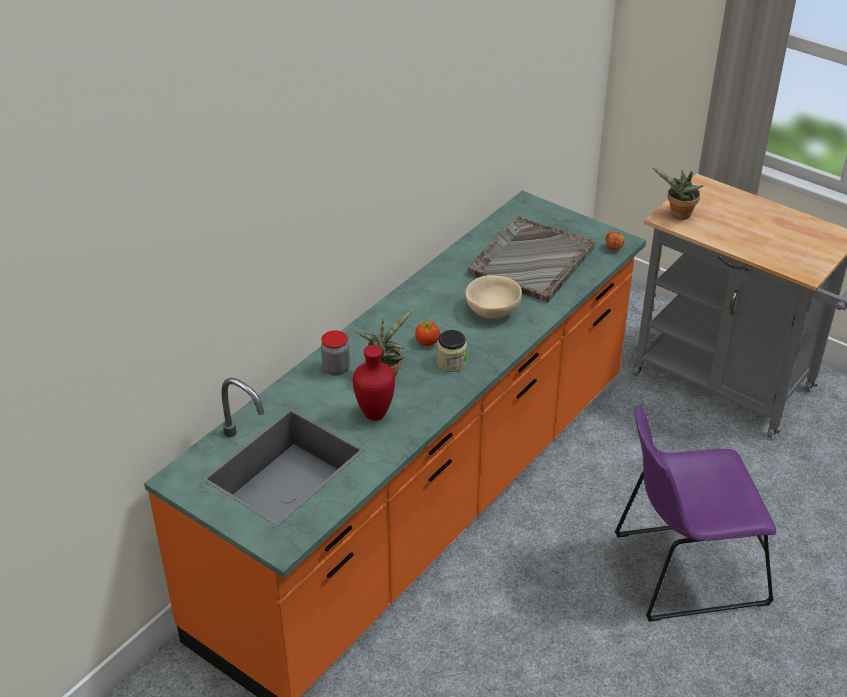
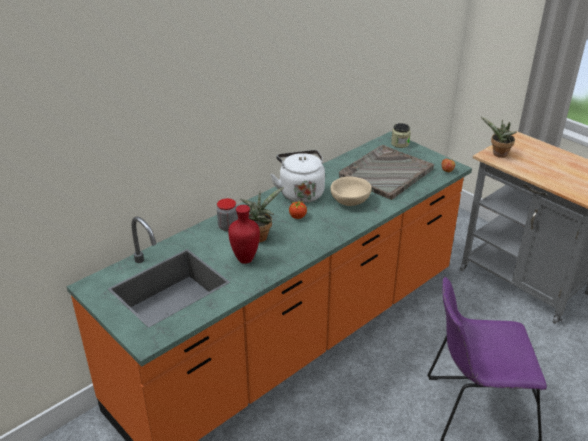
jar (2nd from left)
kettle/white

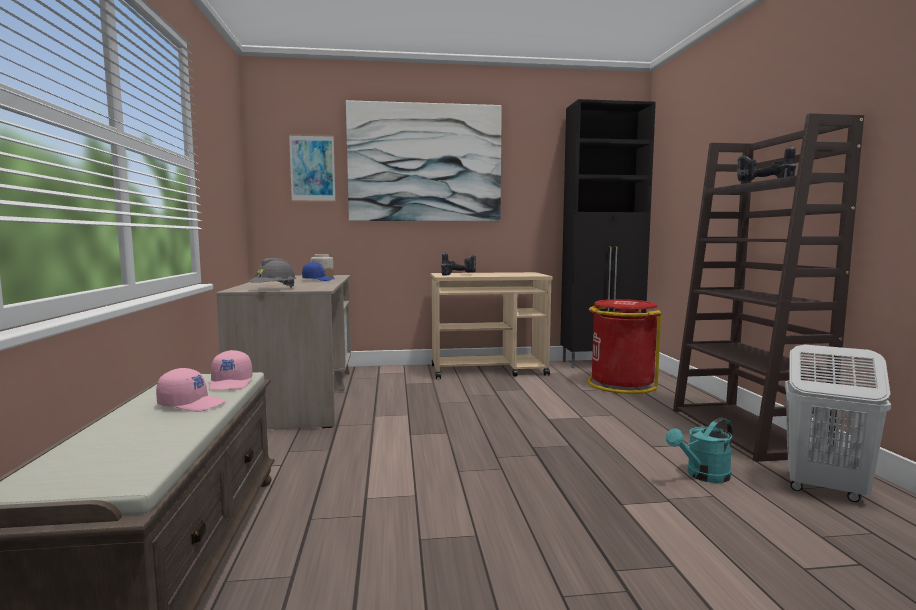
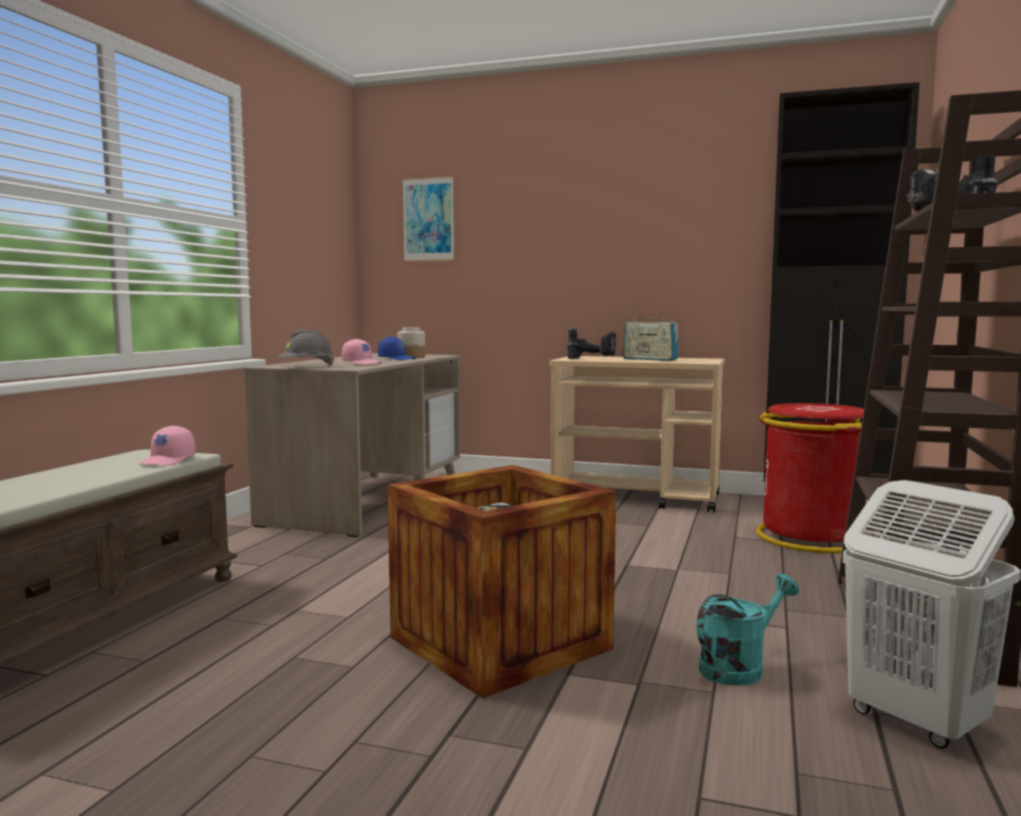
cap/pink (2nd from left)
picture (2nd from left in the first image)
watering can/turquoise
crate
radio

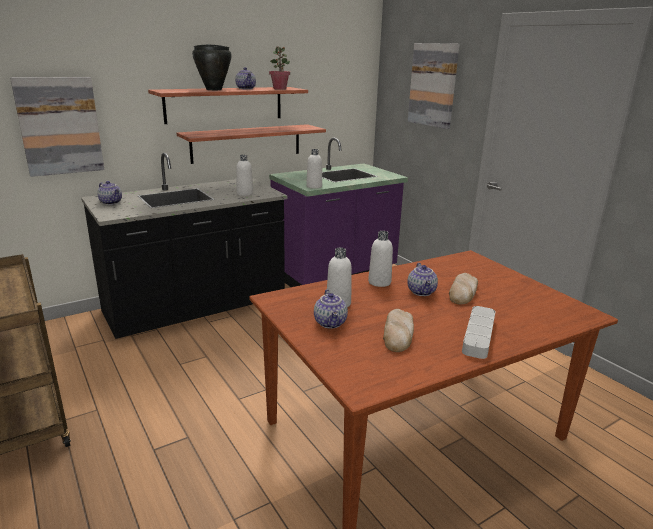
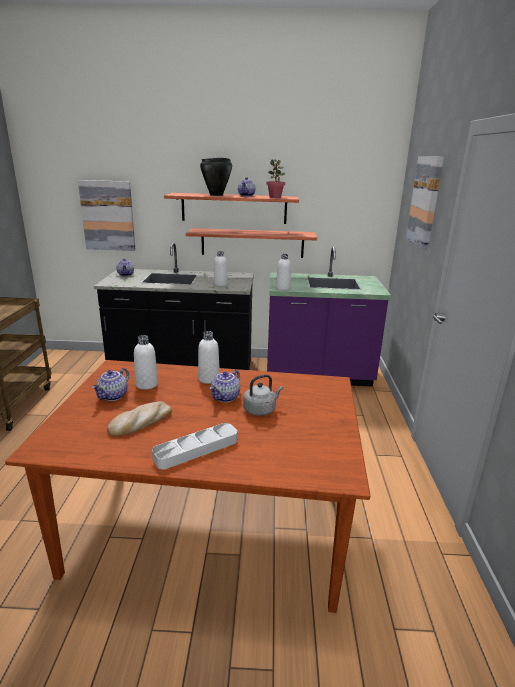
kettle/grey

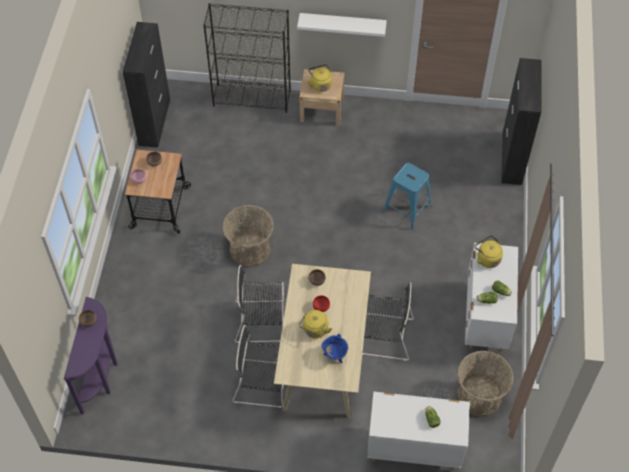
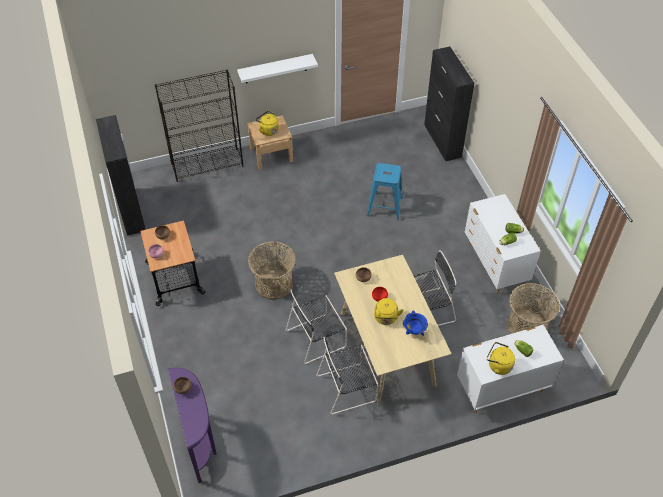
kettle/yellow (3rd from left)

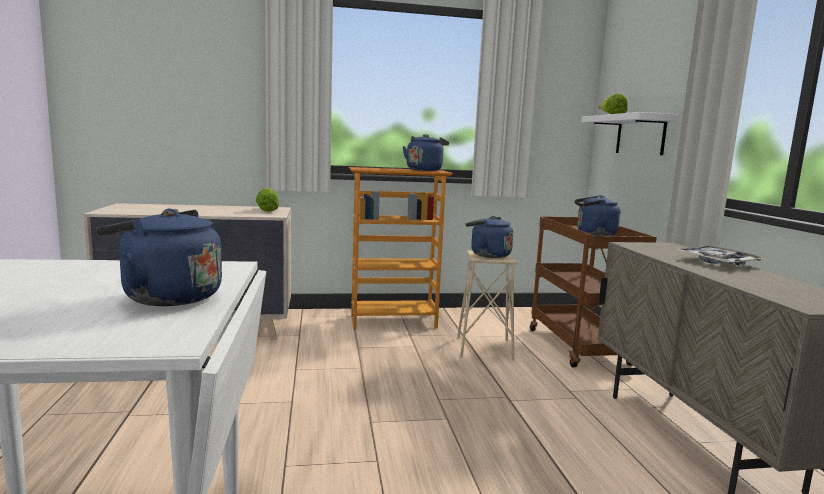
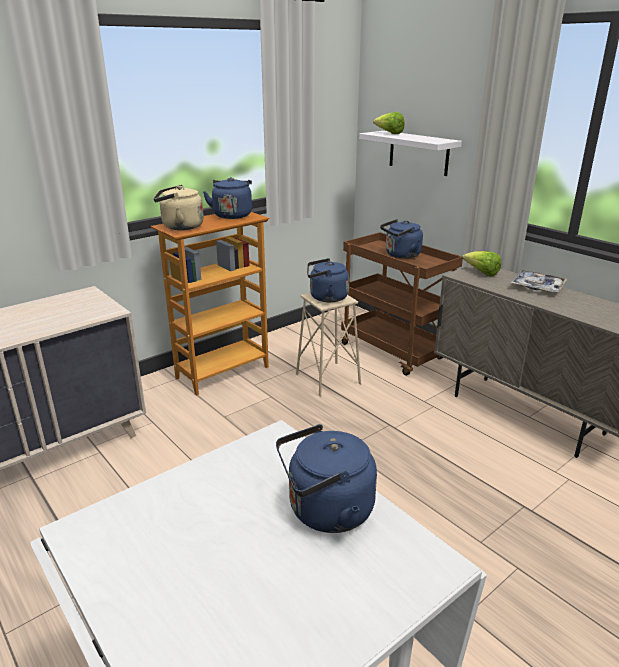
lettuce (2nd from left)
kettle/beige

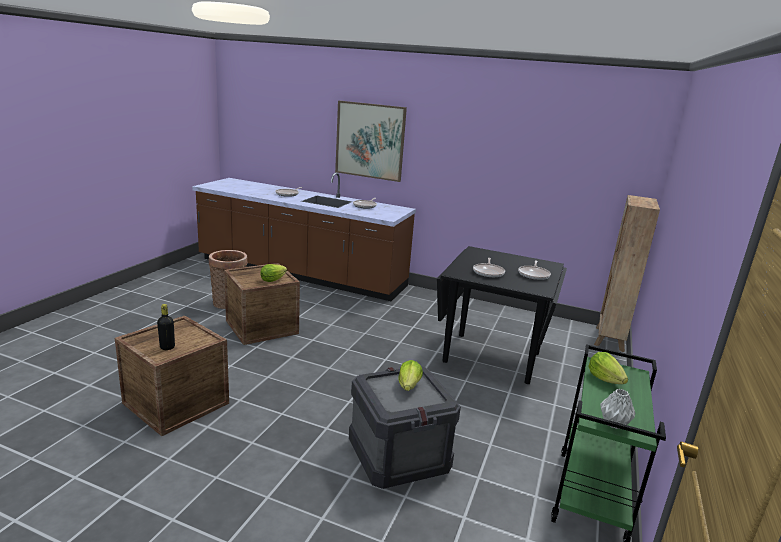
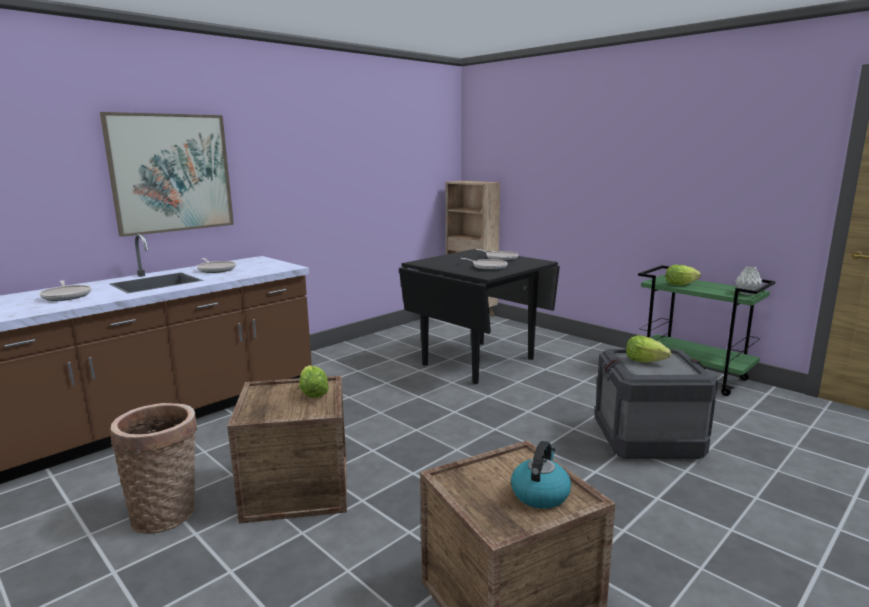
kettle

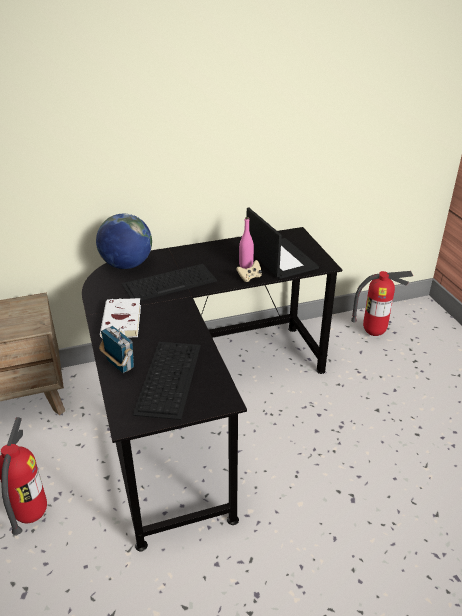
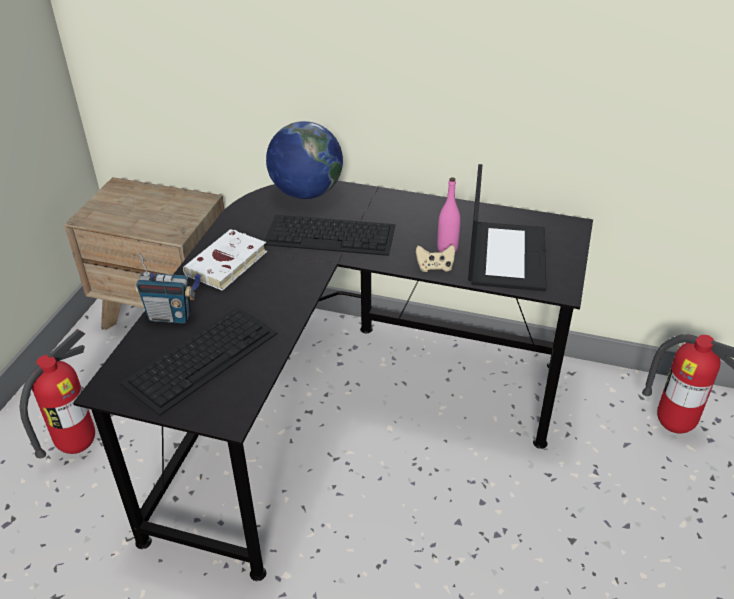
radio

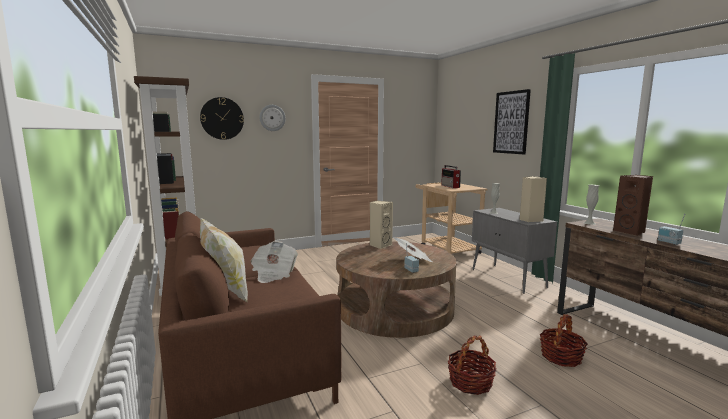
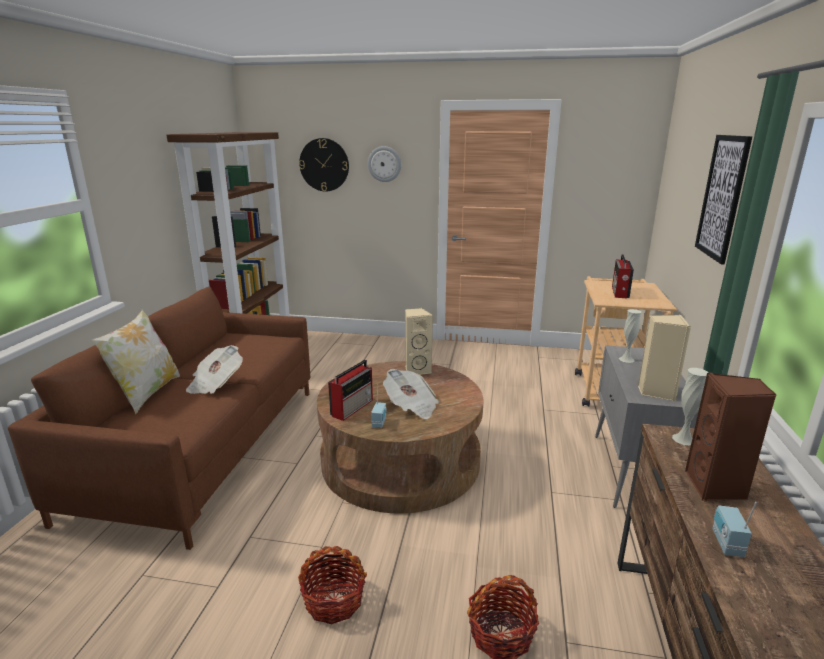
radio (1st from left)

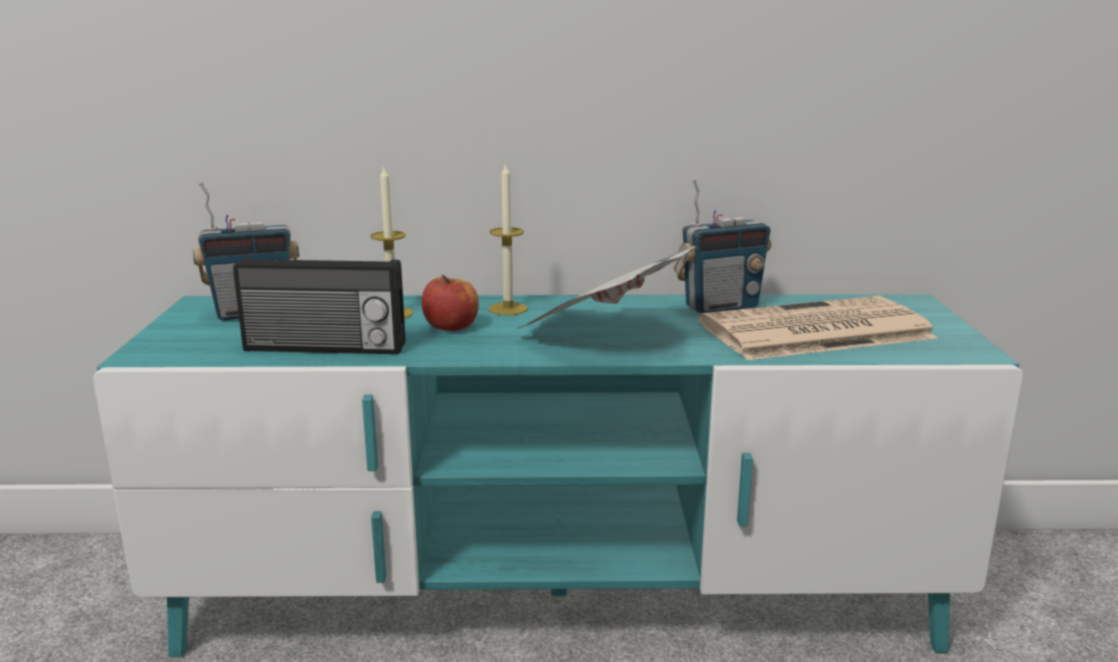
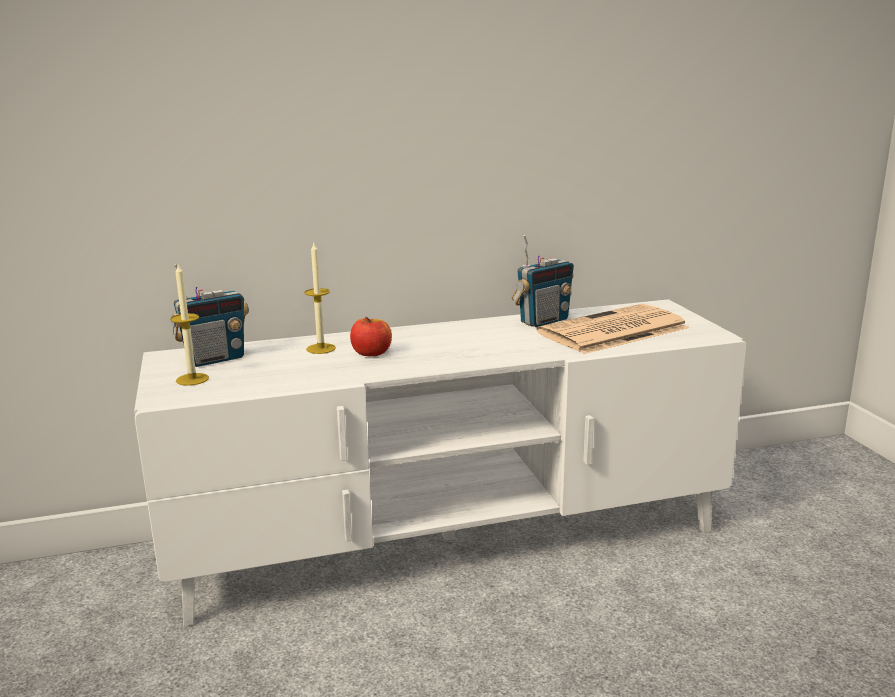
tv stand/white
radio (2nd from left in the first image)
candle (1st from left)
newspaper (1st from left in the first image)

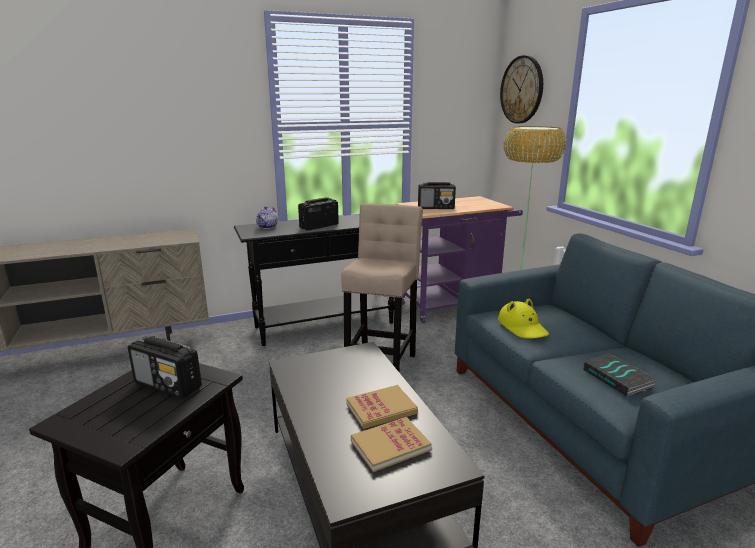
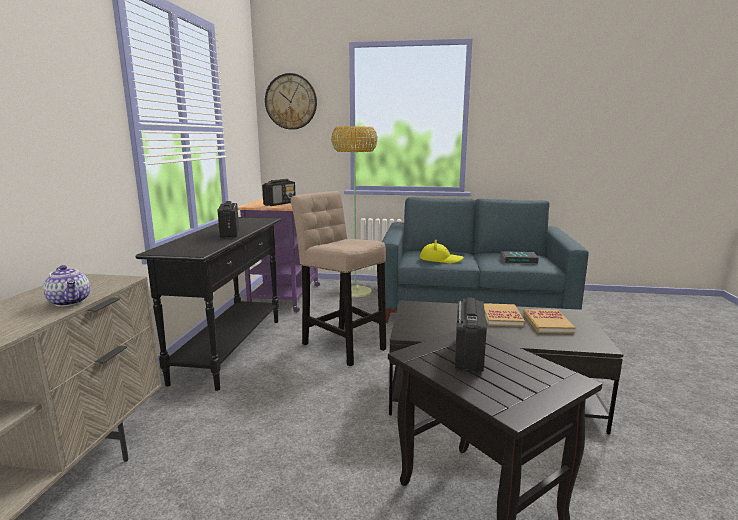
radio (3rd from left)
teapot

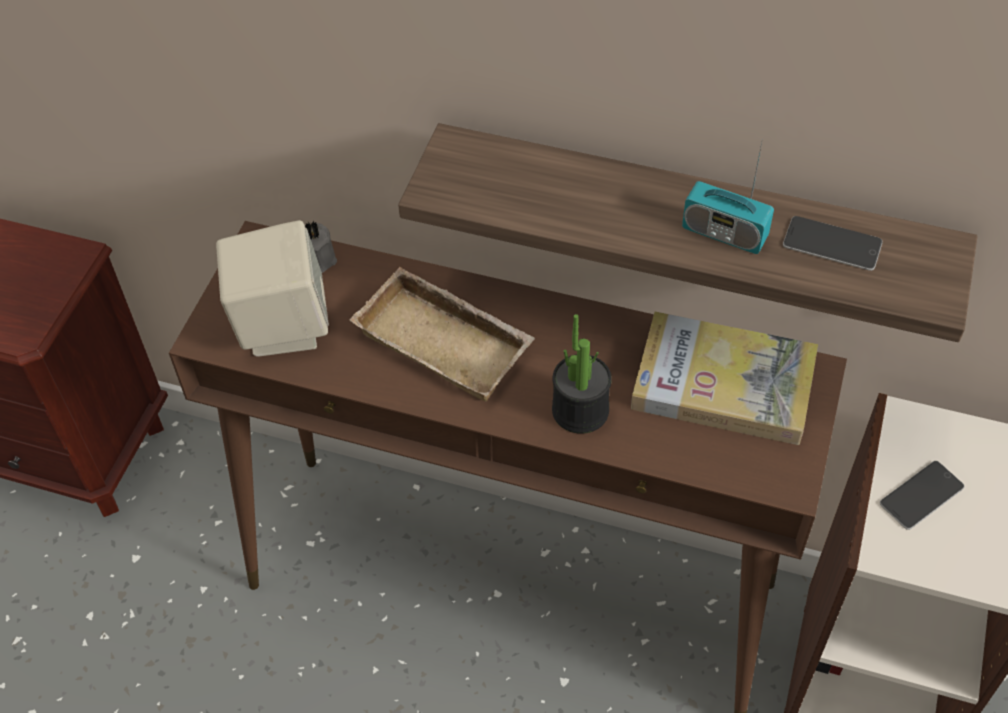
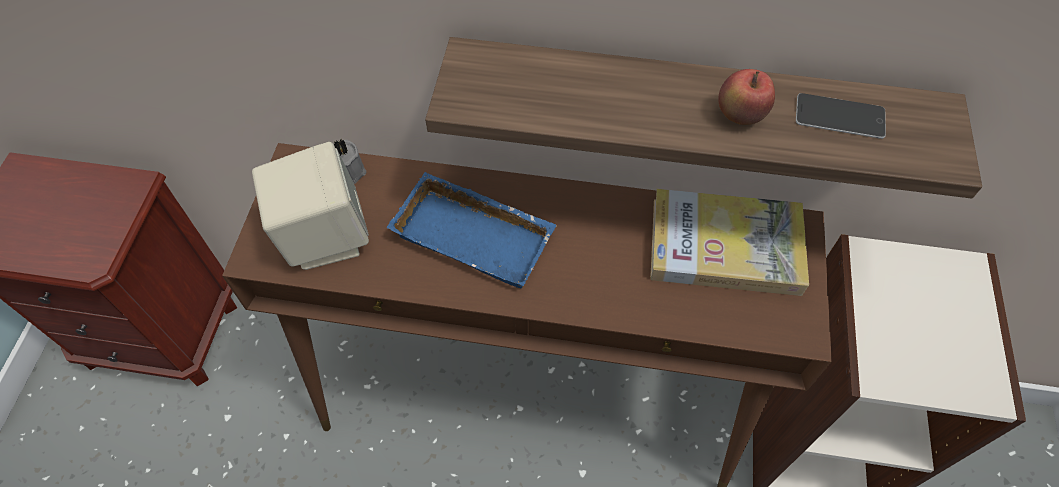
tray/blue
potted plant
apple
phone (2nd from left in the first image)

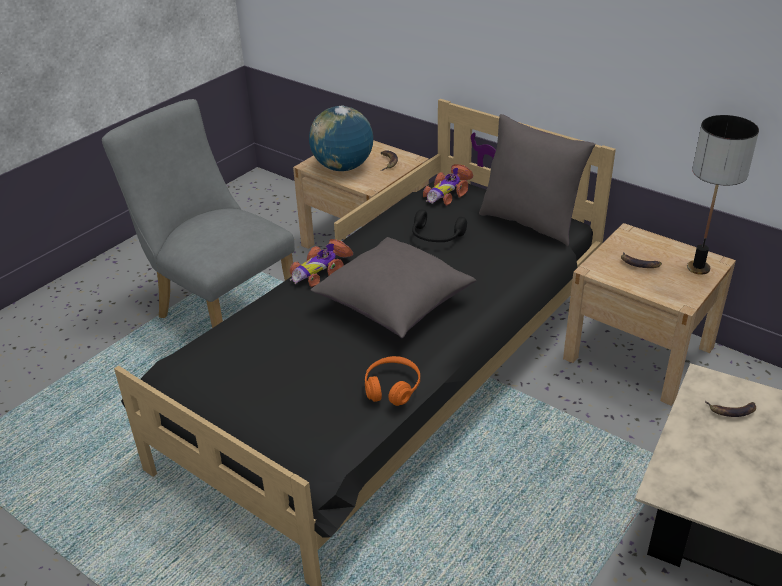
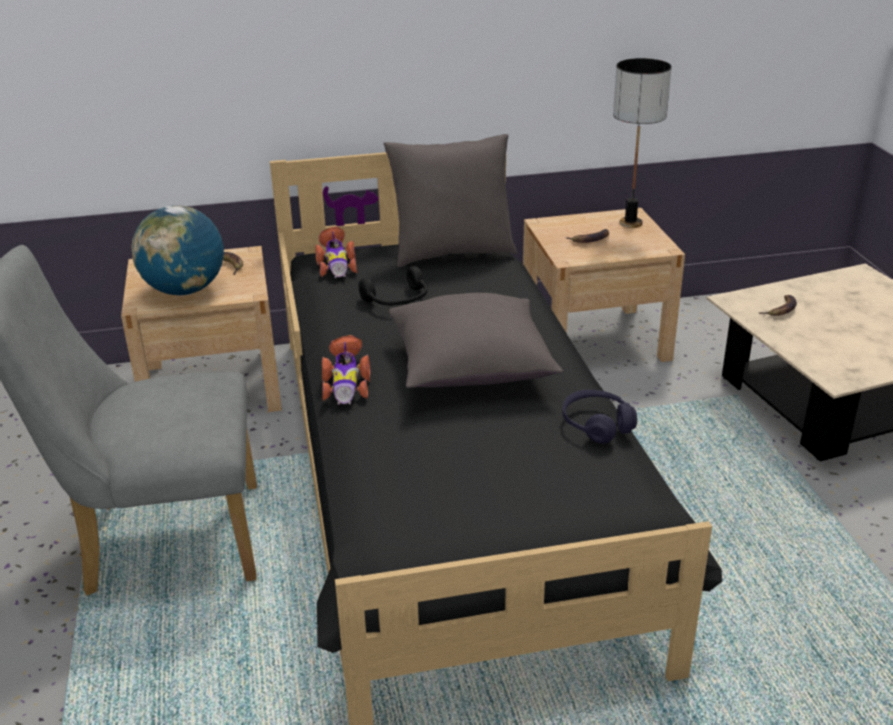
headphones/purple

